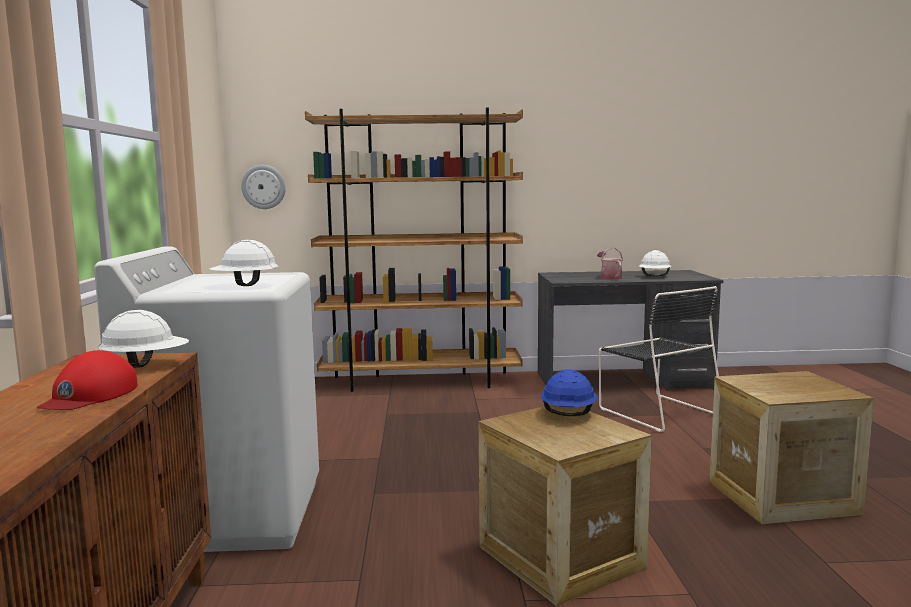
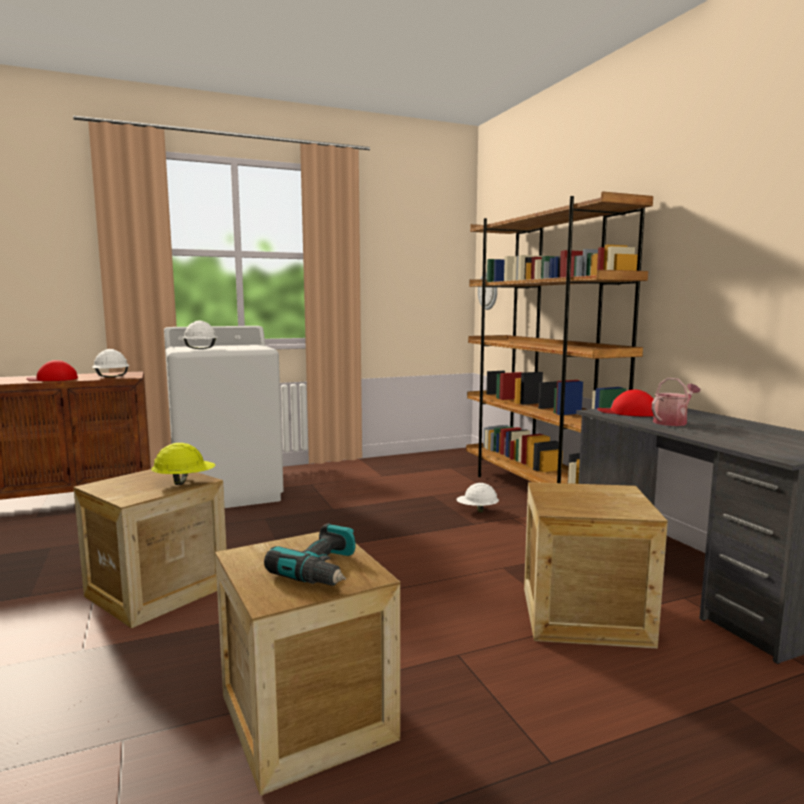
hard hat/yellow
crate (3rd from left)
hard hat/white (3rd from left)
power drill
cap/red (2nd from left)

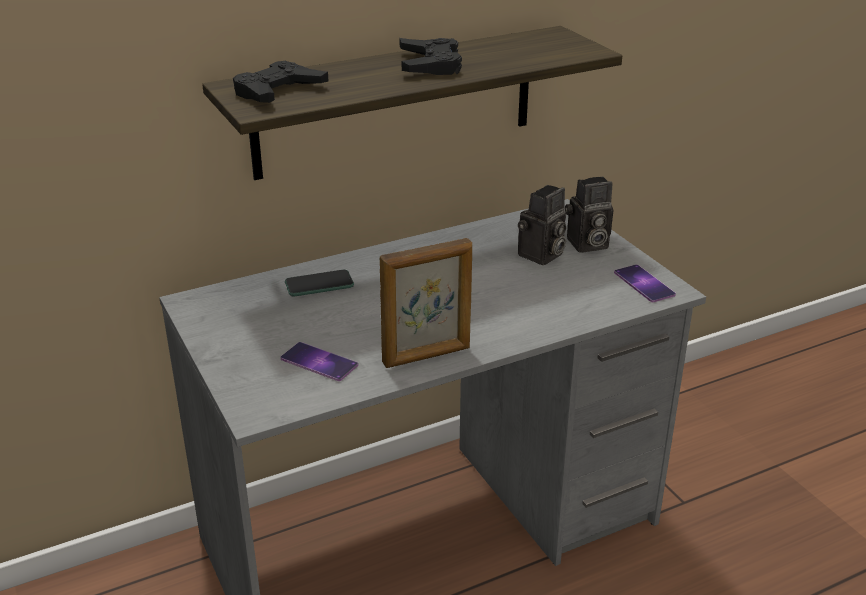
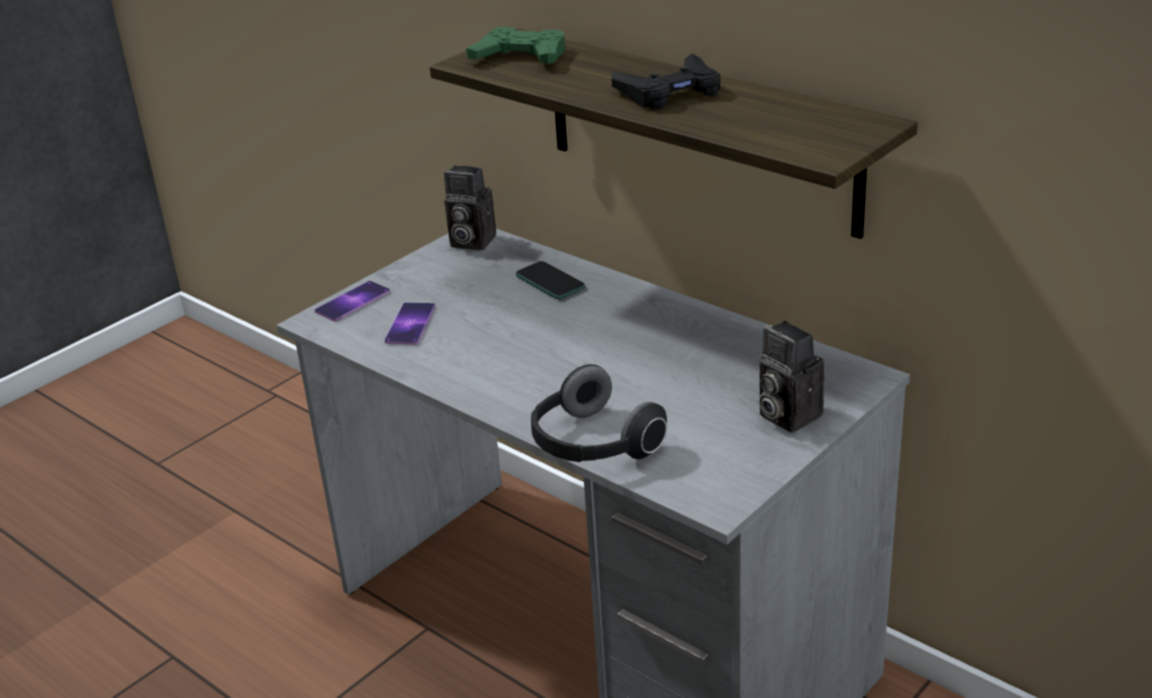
game controller/green
picture frame
photo camera (1st from left)
phone (1st from left)
headphones

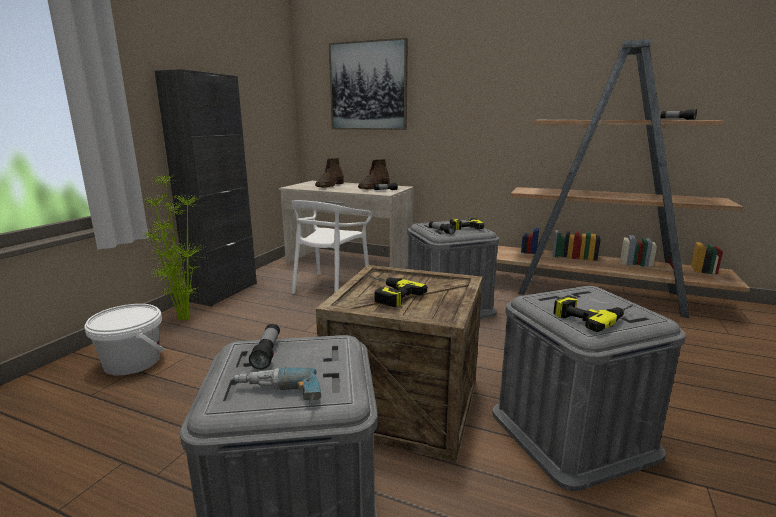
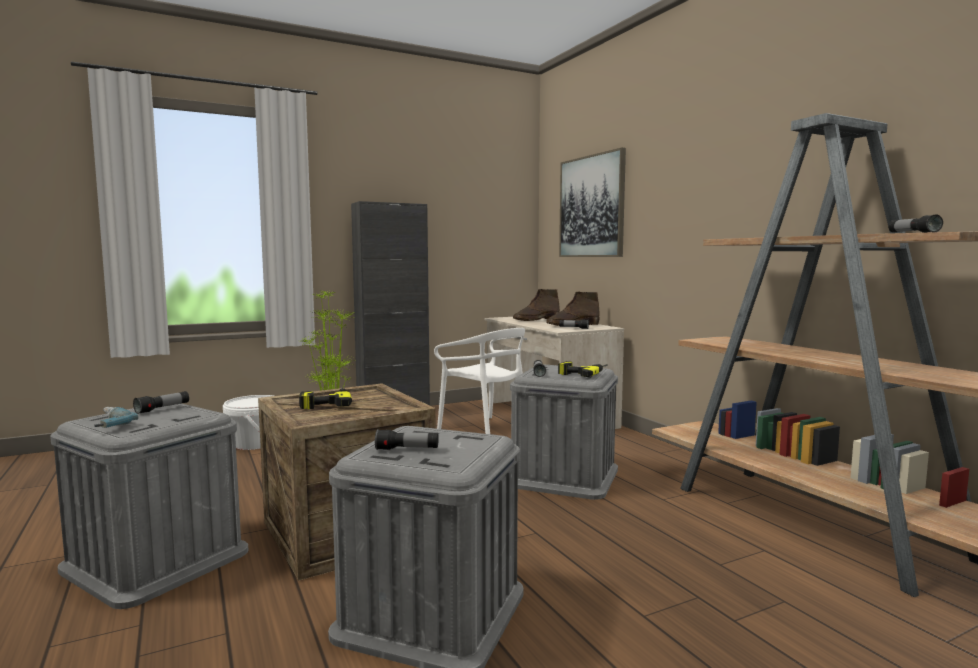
chair/white
flashlight (2nd from left)

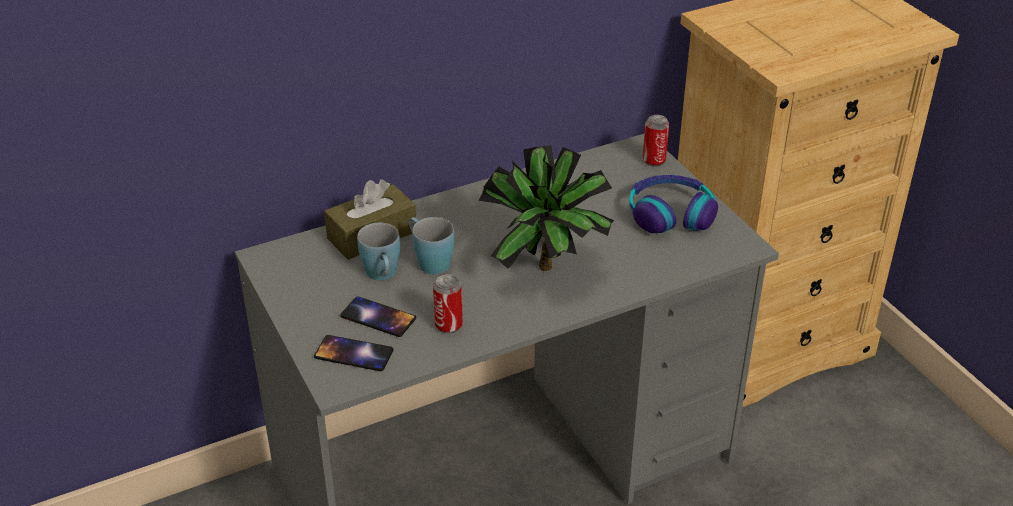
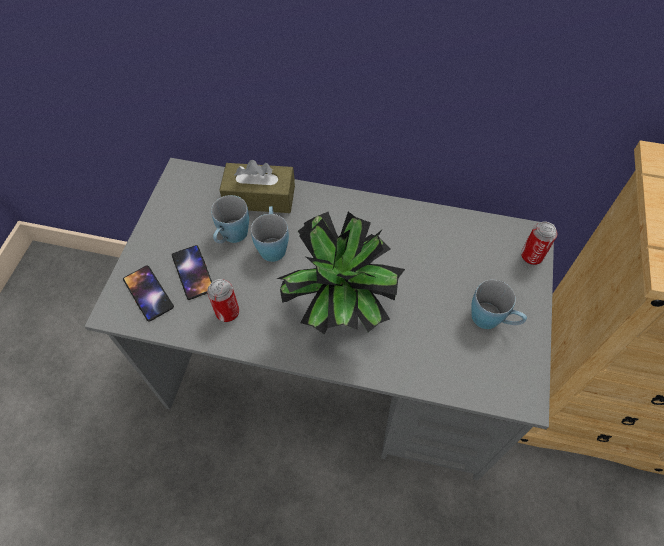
mug/blue (3rd from left)

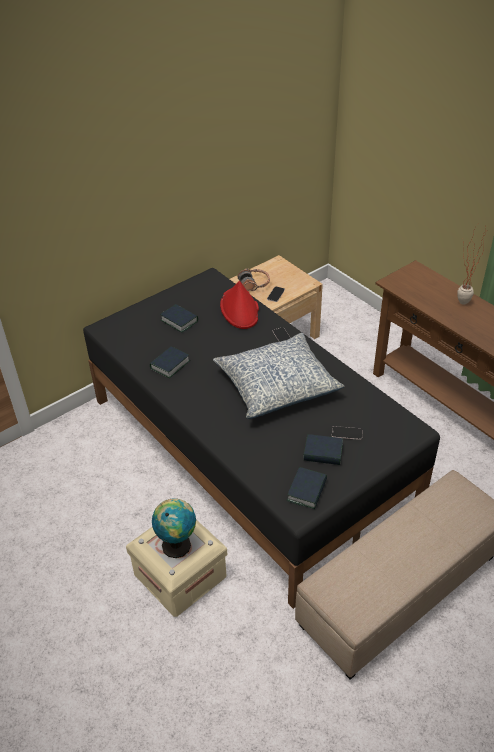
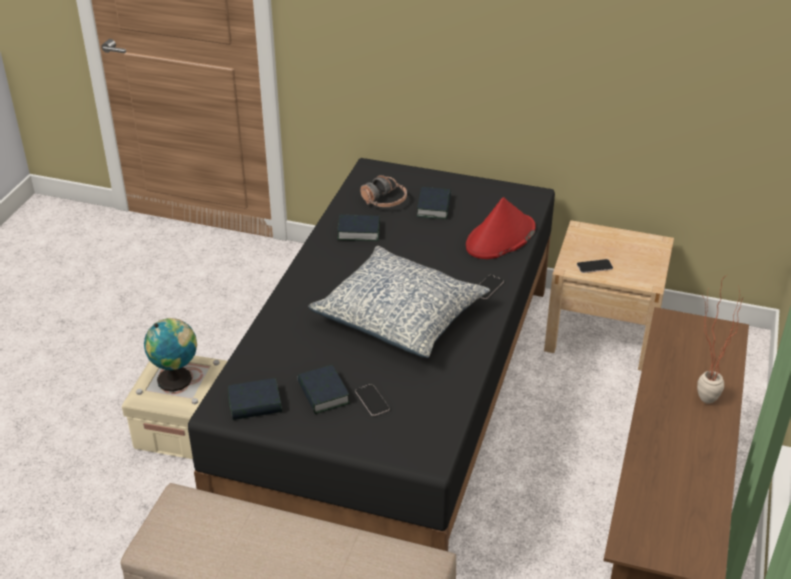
headphones

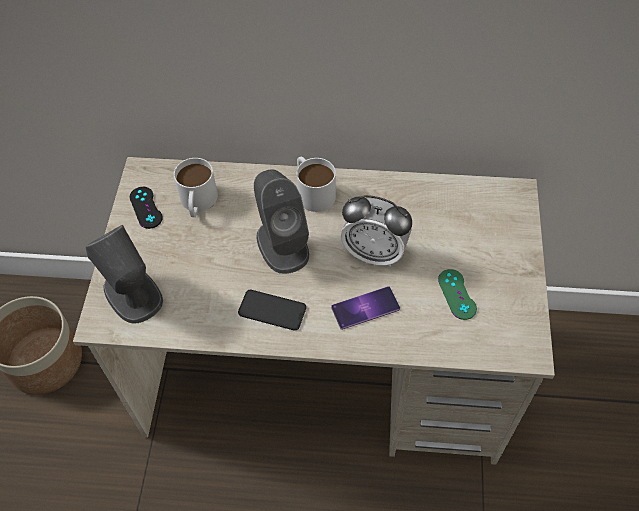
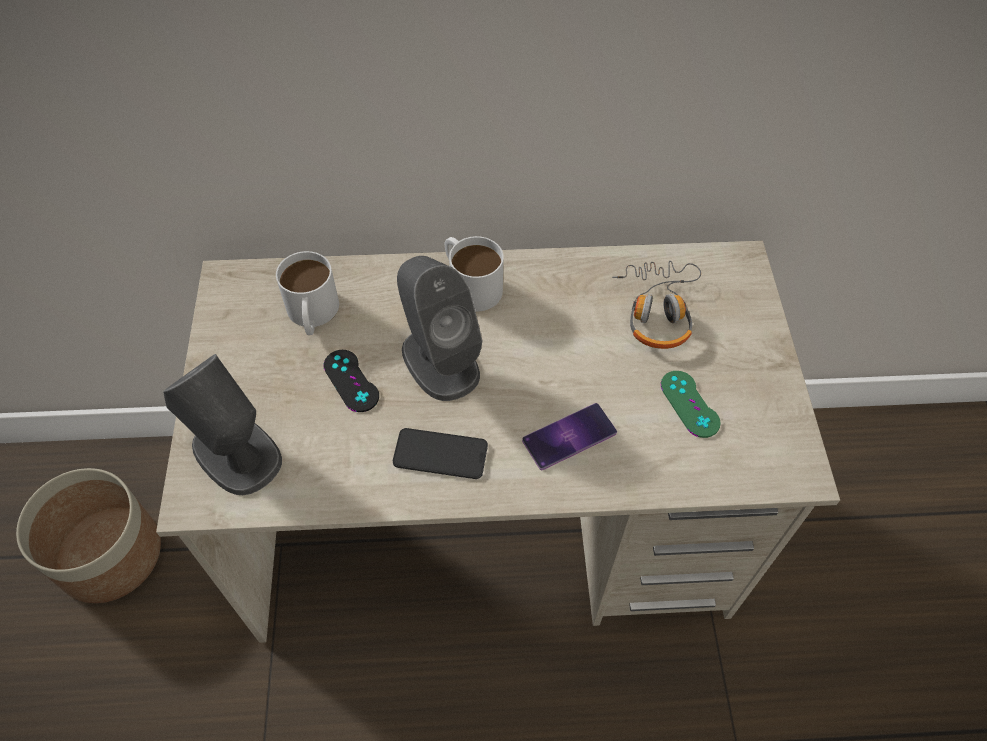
game controller/black
alarm clock
headphones

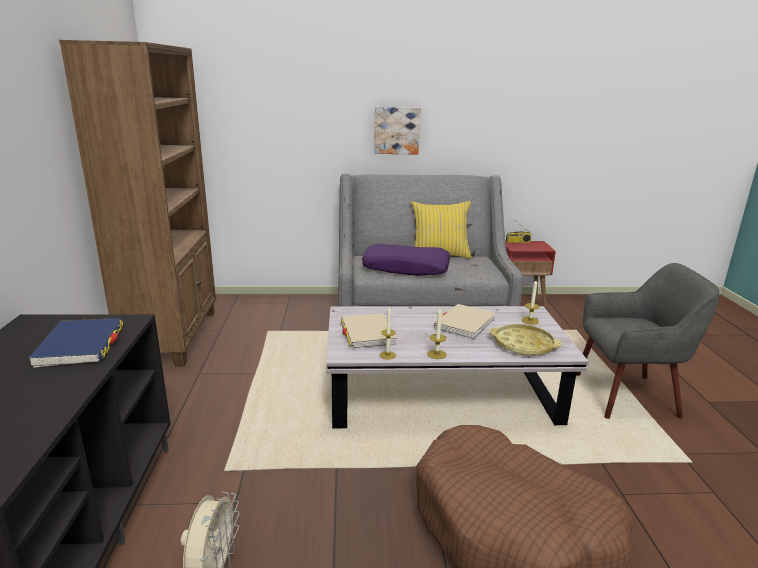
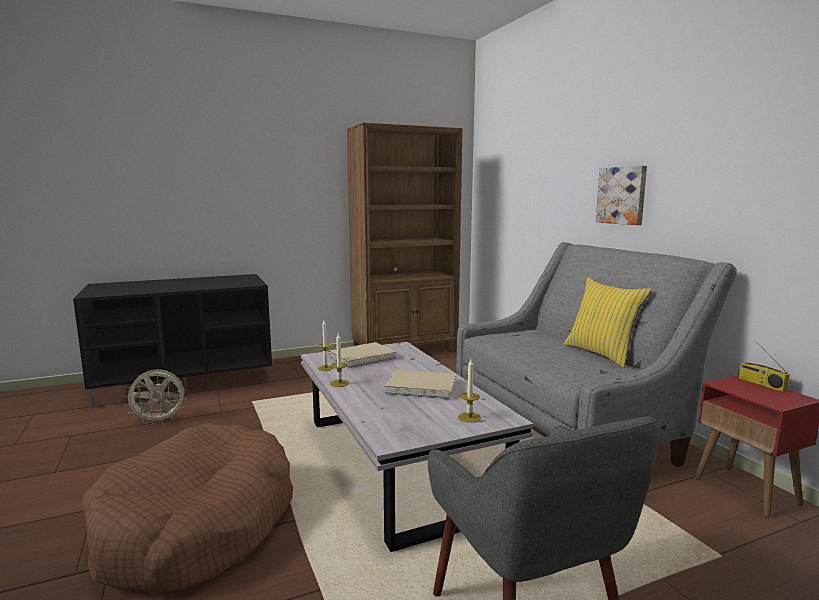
book/blue
pillow/purple
tray/yellow

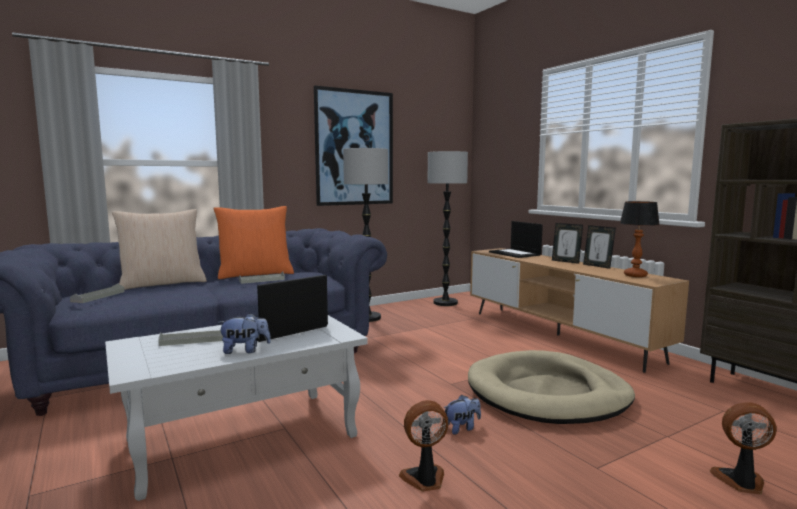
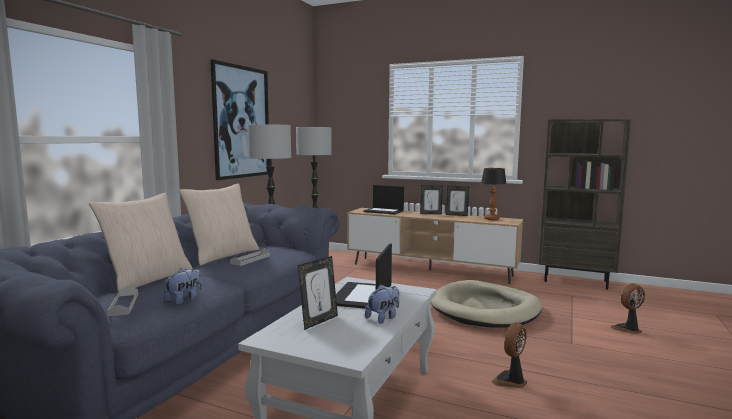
picture frame (1st from left)
pillow/beige (2nd from left)
plush toy (1st from left)

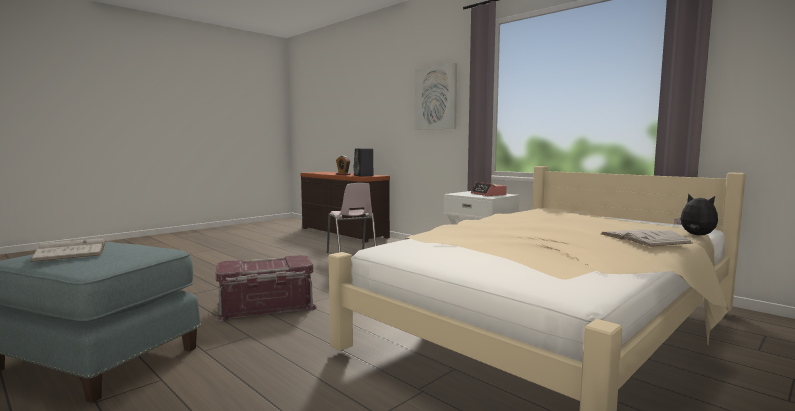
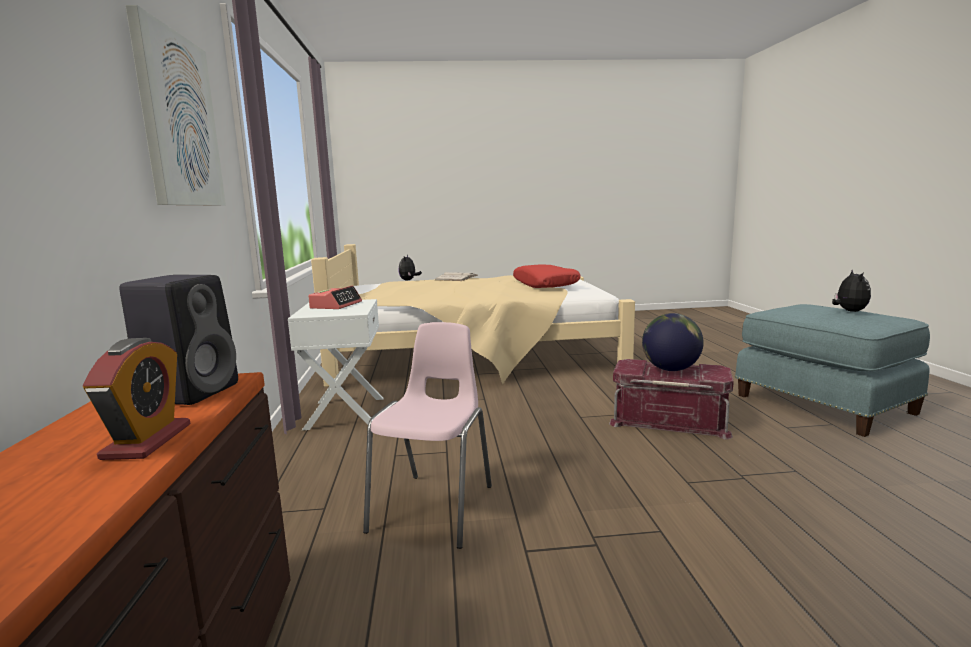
plush toy (2nd from left)
pillow/red
globe

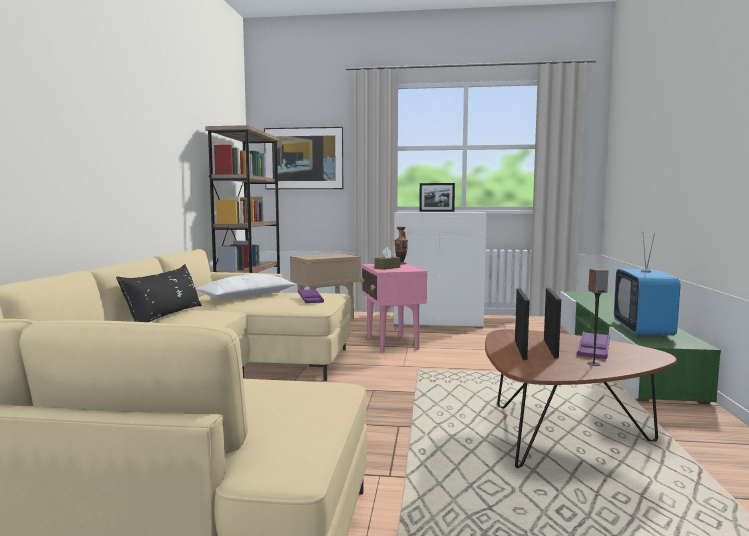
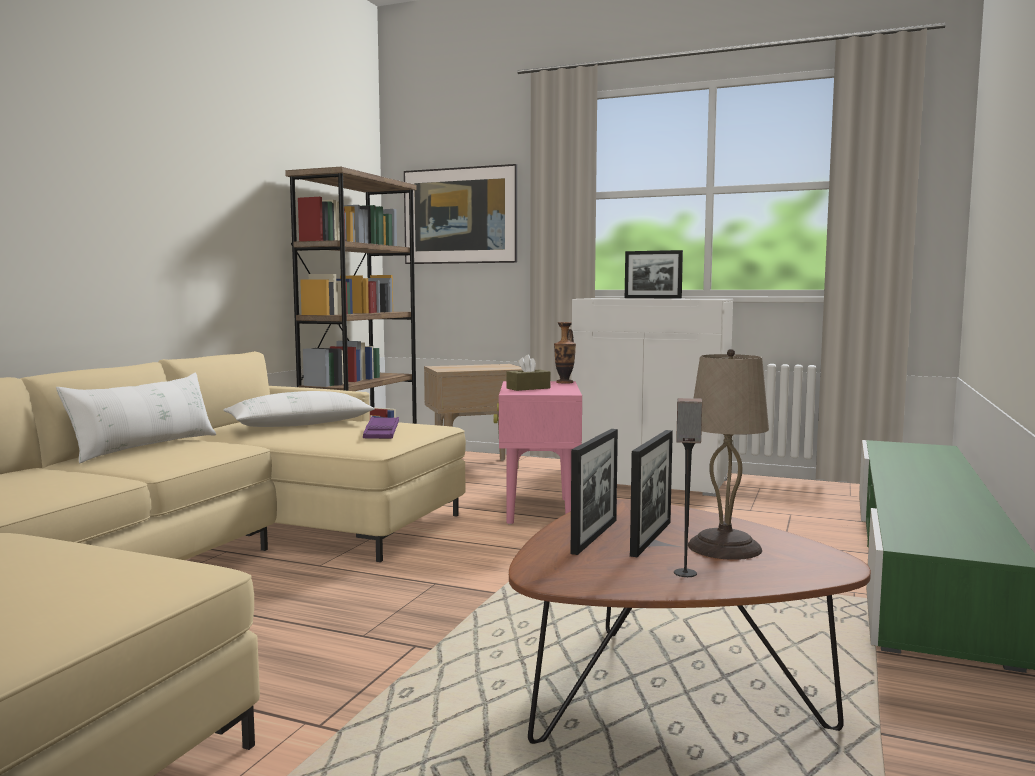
pillow/white (1st from left)
table lamp/beige
television

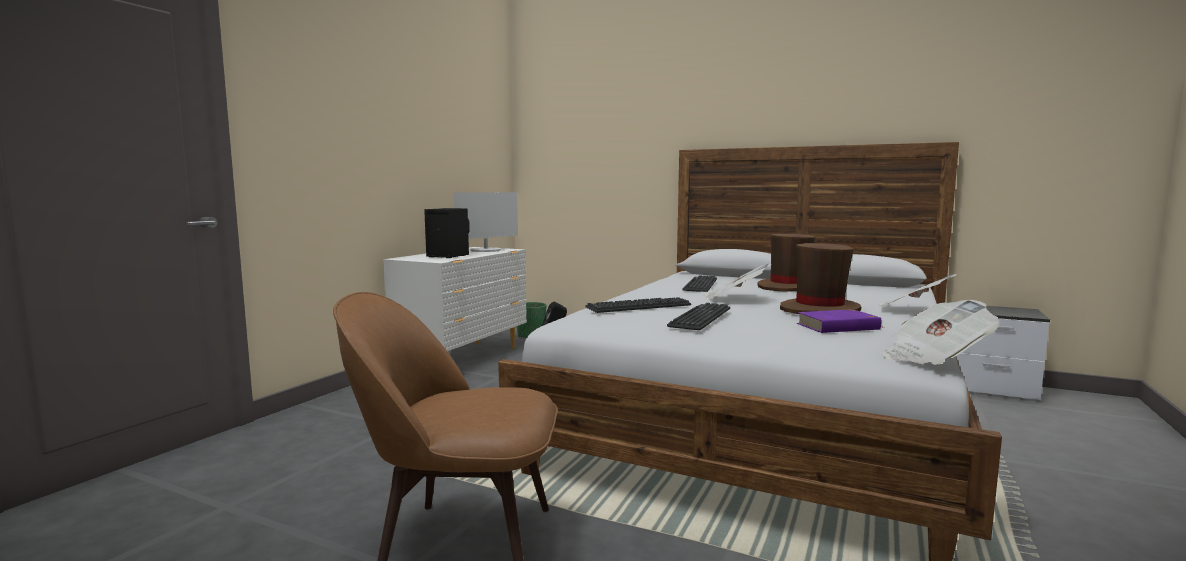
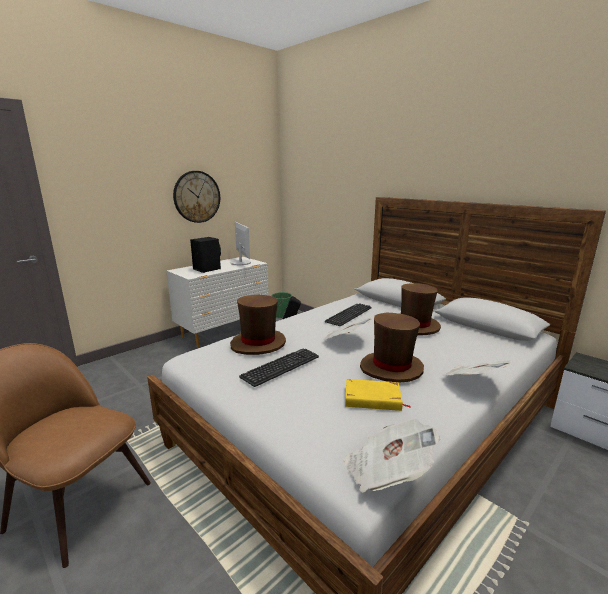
monitor
hat/brown (1st from left)
book/yellow
wall clock

